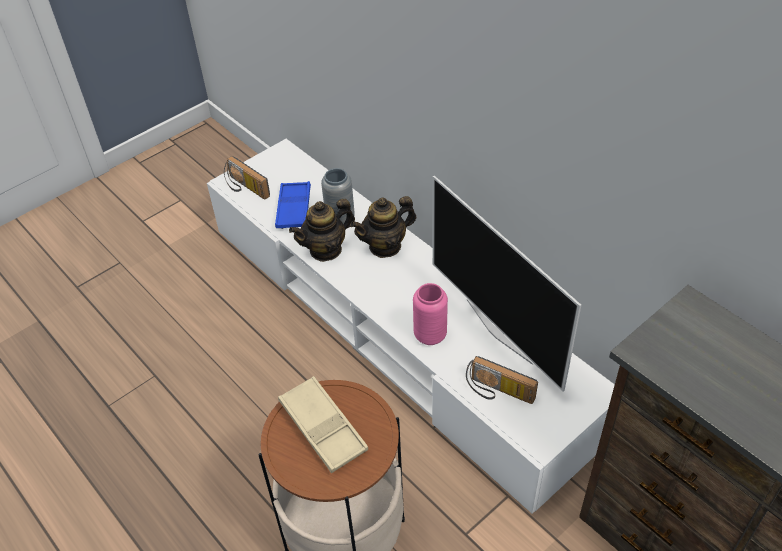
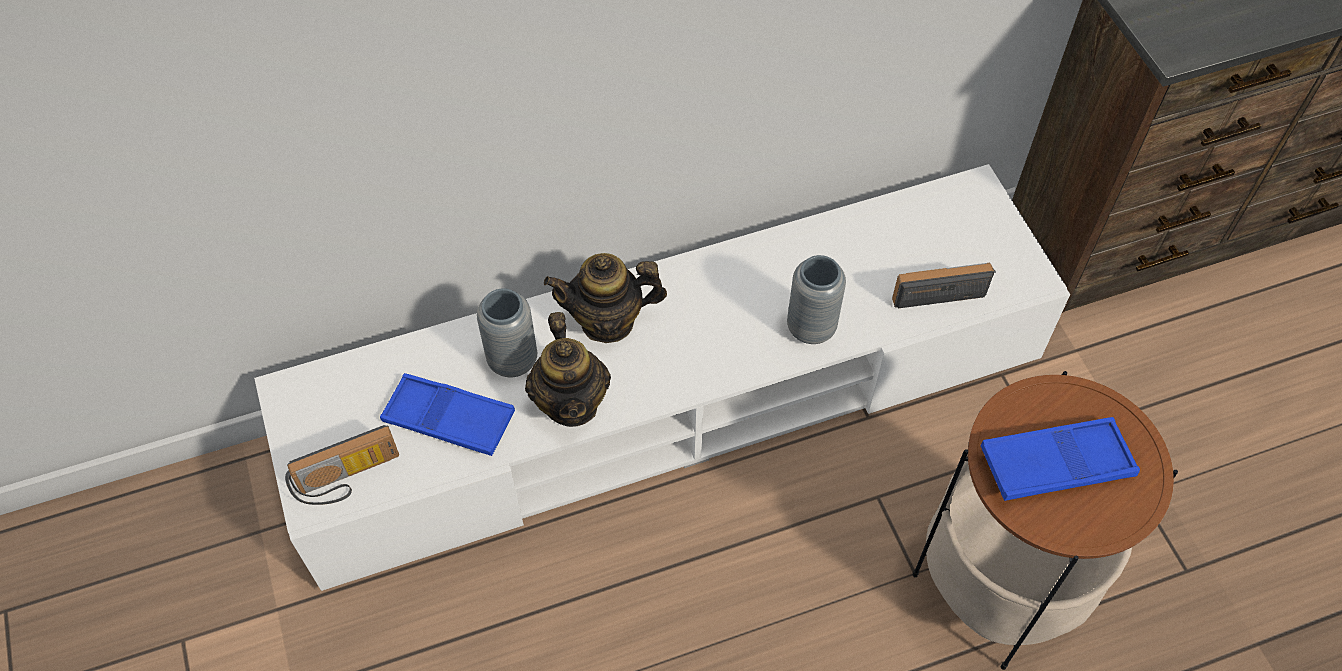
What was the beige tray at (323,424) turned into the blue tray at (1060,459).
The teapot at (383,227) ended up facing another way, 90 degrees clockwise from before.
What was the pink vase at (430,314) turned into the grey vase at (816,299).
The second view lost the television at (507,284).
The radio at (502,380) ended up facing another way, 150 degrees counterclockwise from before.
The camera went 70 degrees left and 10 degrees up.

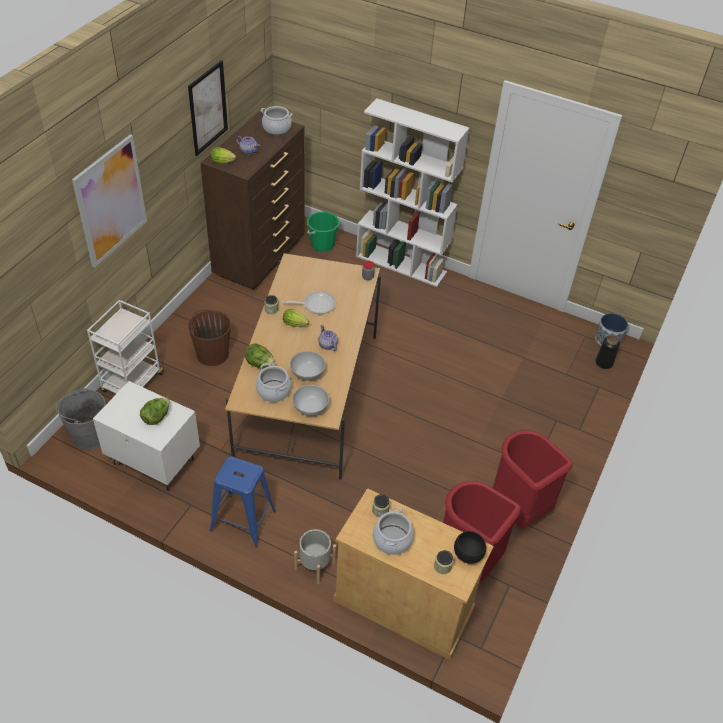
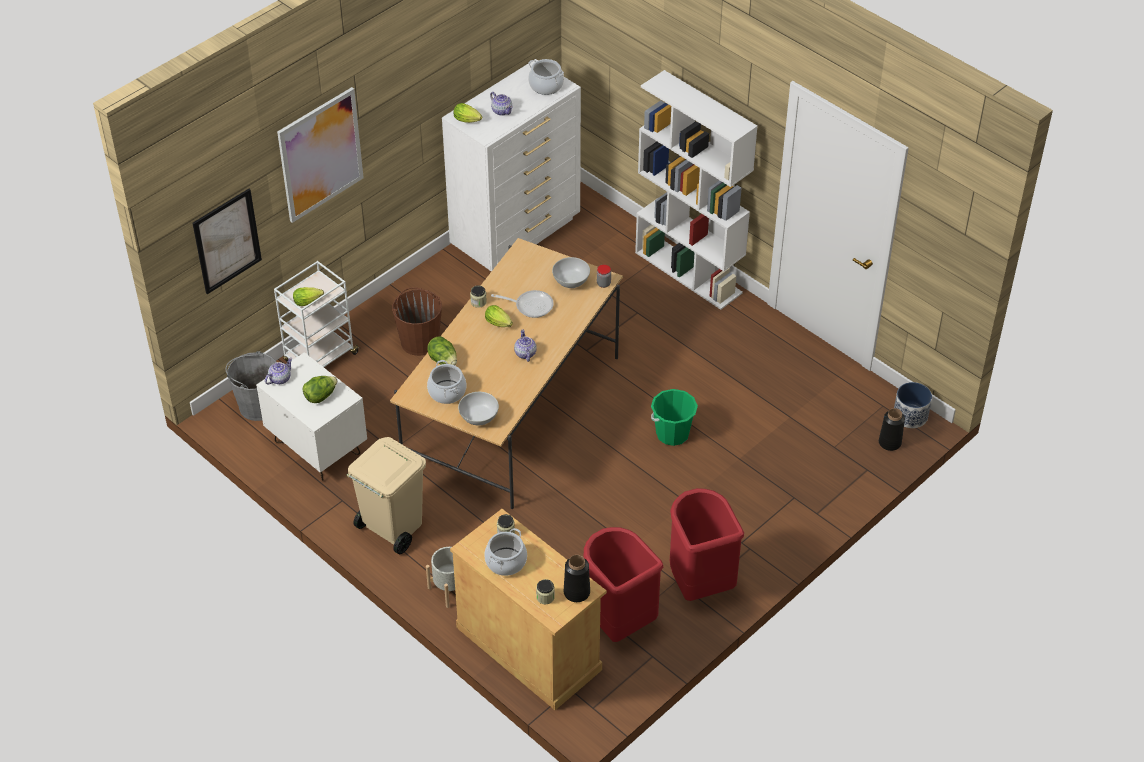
The picture ended up elsewhere, having gone from (208,108) to (227,241).
What was the brown dresser at (252,200) turned into the white dresser at (511,165).
Where the blue stool stood at (243,502), the beige trash can came to stand at (386,495).
The white bowl ended up elsewhere, having gone from (308,366) to (571,272).
The green bucket ended up elsewhere, having gone from (323,232) to (674,417).
Where the black bowl stood at (470,547), the black vase came to stand at (577,578).
The second view gained the teapot at (278,371).
The second view gained the lettuce at (308,296).
The camera went 20 degrees right and 0 degrees up.

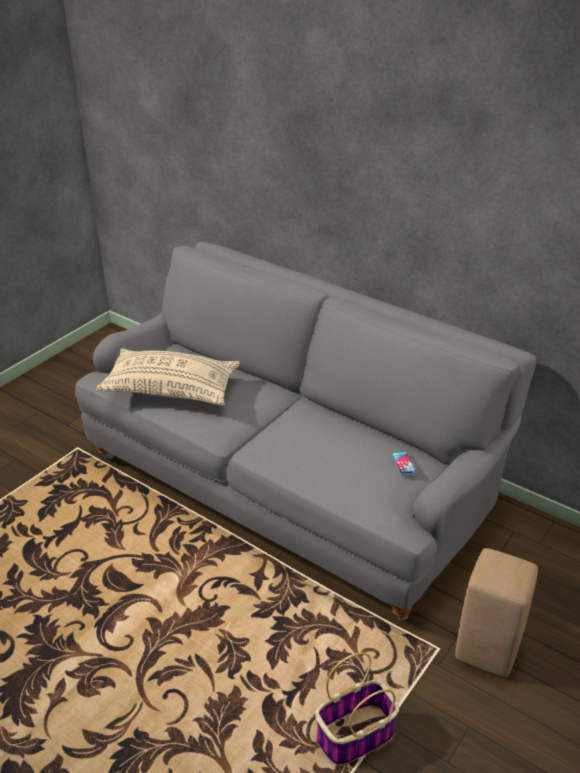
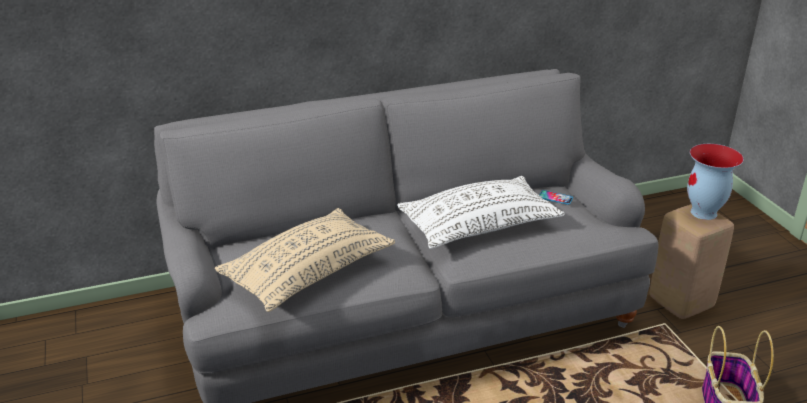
The second view gained the white pillow at (481,212).
The second view gained the vase at (715,182).
The camera went 55 degrees left and 5 degrees down.

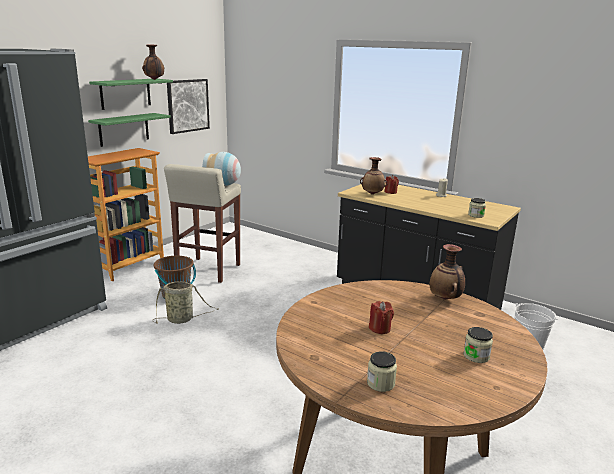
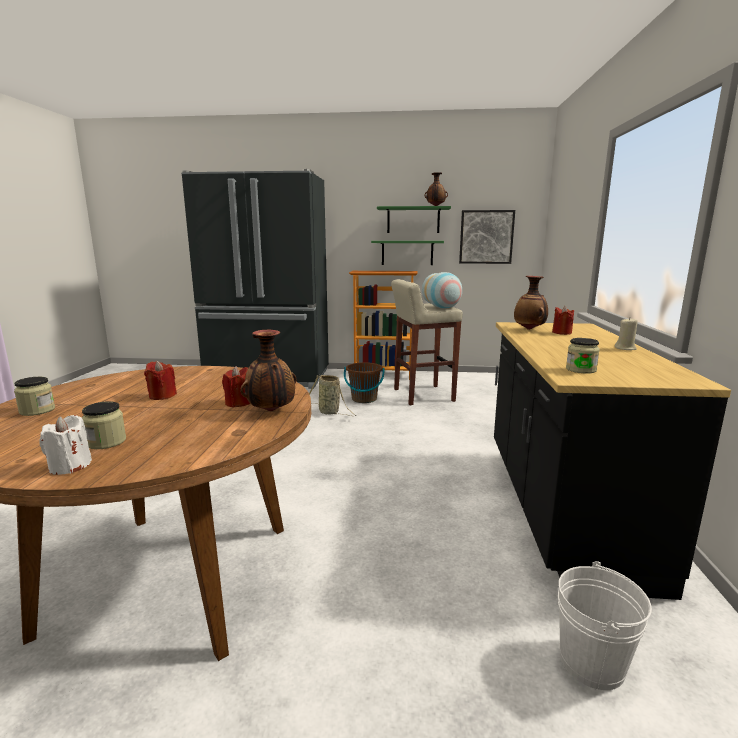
The second view gained the white candle at (65,445).
The second view gained the red candle at (236,387).
The camera went 60 degrees right and 5 degrees down.

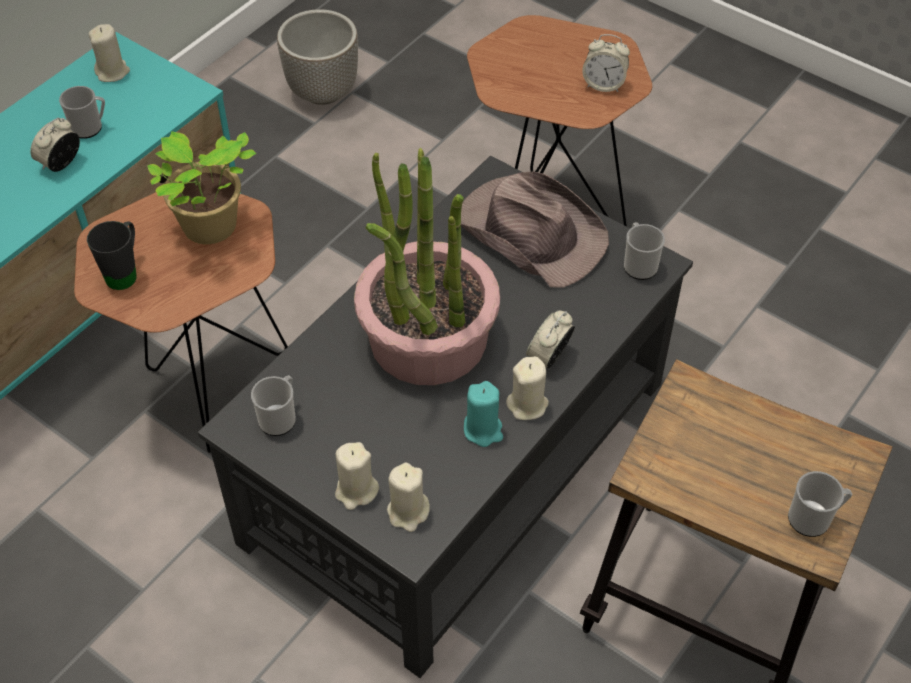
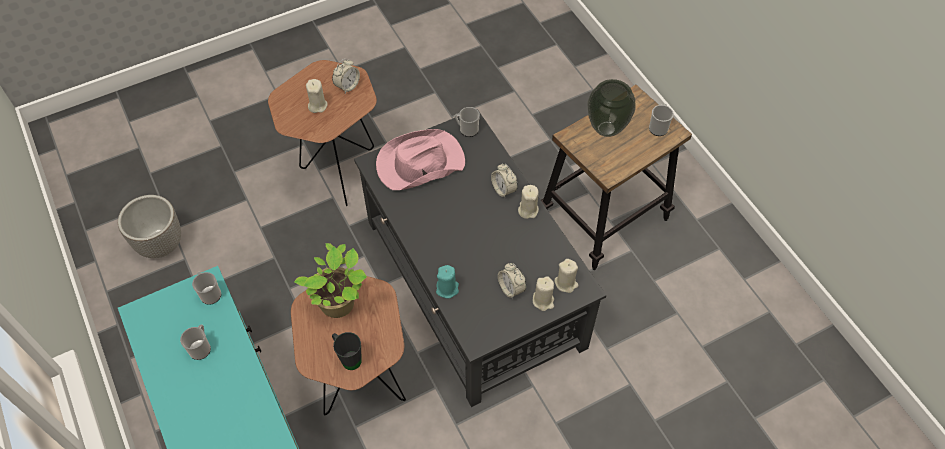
The alarm clock ended up elsewhere, having gone from (55,145) to (512,281).
The beige candle ended up elsewhere, having gone from (109,53) to (317,96).
The mug ended up elsewhere, having gone from (273,406) to (206,288).
The second view lost the potted plant at (427,266).
What was the brown hat at (535,229) turned into the pink hat at (420,159).
The turquoise candle ended up elsewhere, having gone from (483,414) to (447,281).
The second view gained the vase at (612,108).
The camera went 65 degrees left and 5 degrees up.

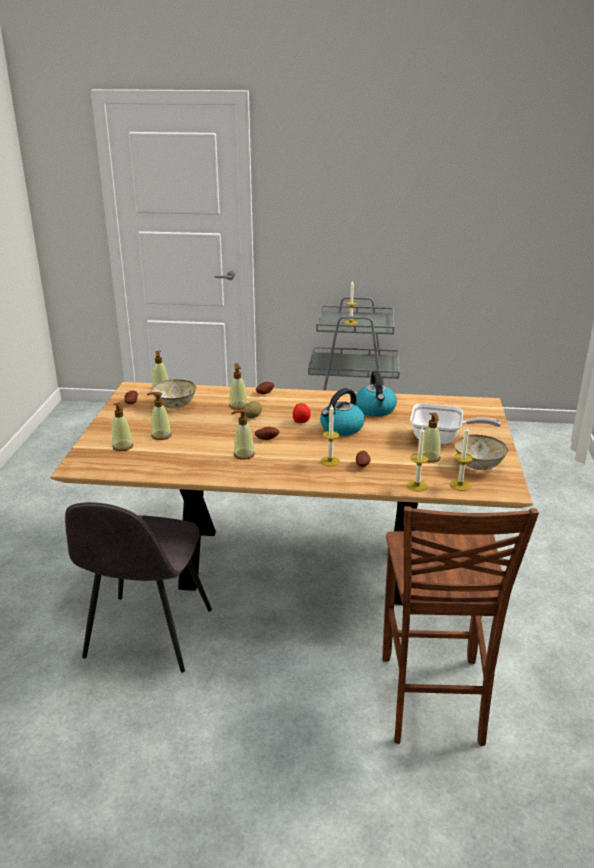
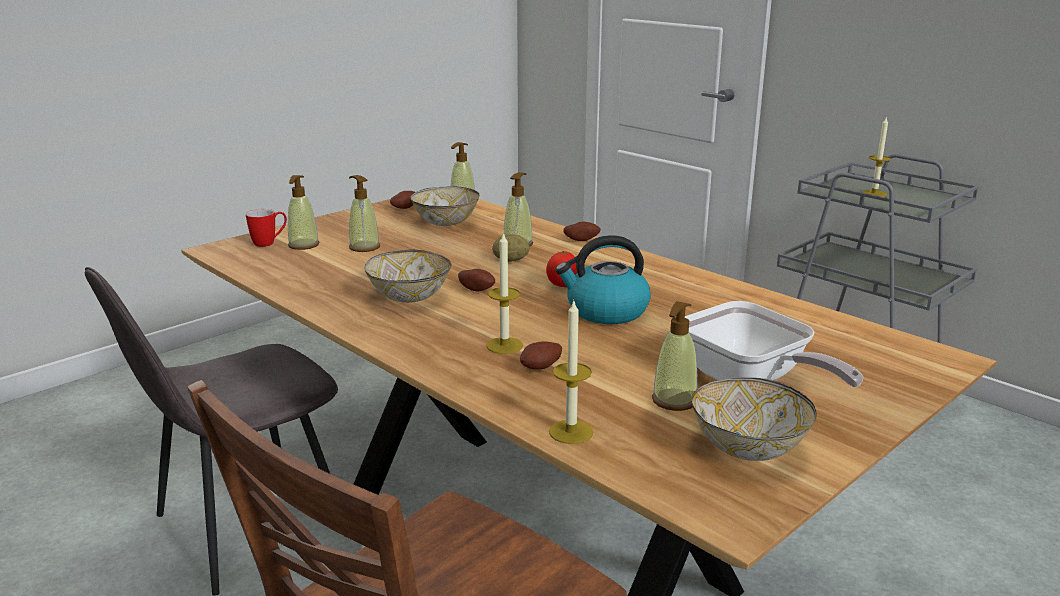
Where the soap dispenser stood at (243,434), the bowl came to stand at (407,276).
The second view lost the kettle at (376,394).
The second view lost the candle at (461,458).
The second view gained the mug at (266,228).
The camera went 40 degrees right and 5 degrees down.

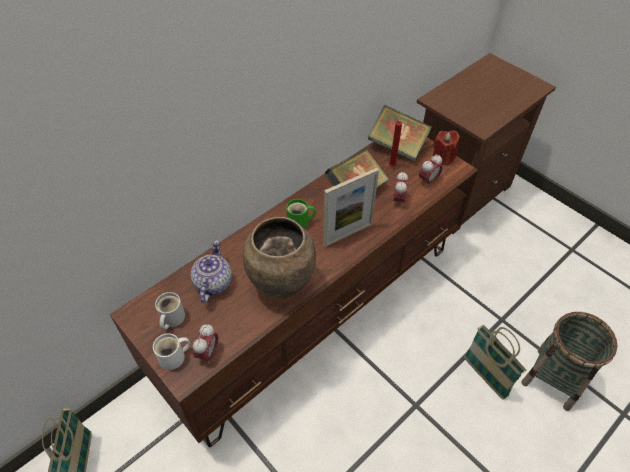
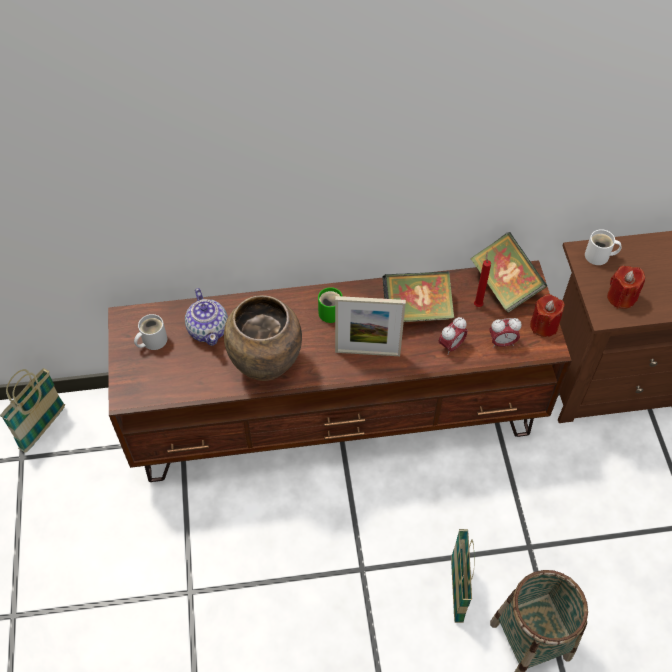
The white mug ended up elsewhere, having gone from (171,351) to (603,247).
The teapot at (211,272) ended up facing another way, 120 degrees clockwise from before.
The second view lost the alarm clock at (205,344).
The second view gained the red candle at (626,287).
The camera went 35 degrees right and 5 degrees up.

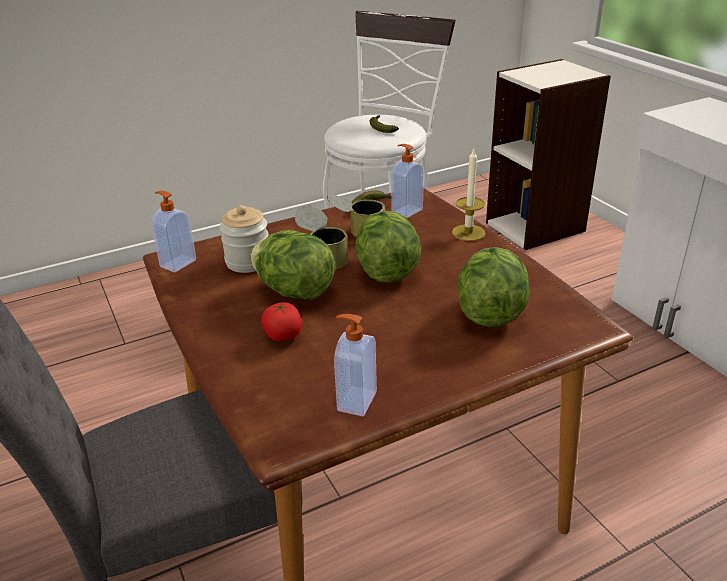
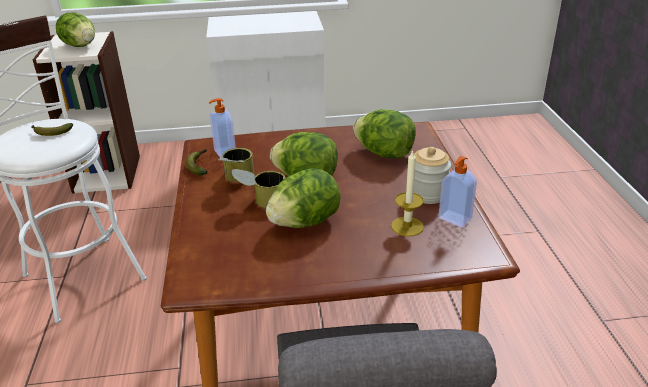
The second view lost the soap dispenser at (173,231).
The jar ended up elsewhere, having gone from (244,239) to (432,175).
The second view lost the tomato at (281,321).
The candle ended up elsewhere, having gone from (469,194) to (407,193).
The second view gained the lettuce at (75,30).
The camera went 70 degrees left and 0 degrees up.

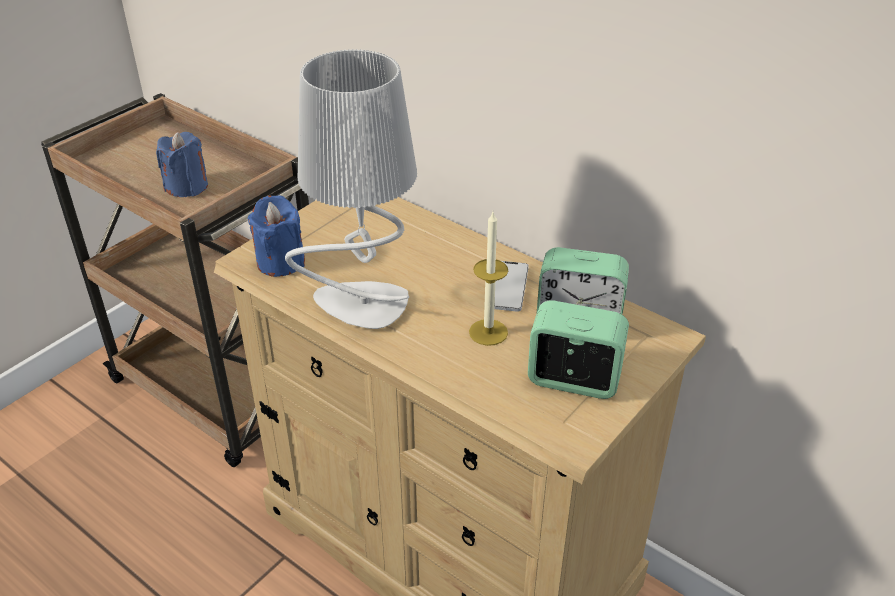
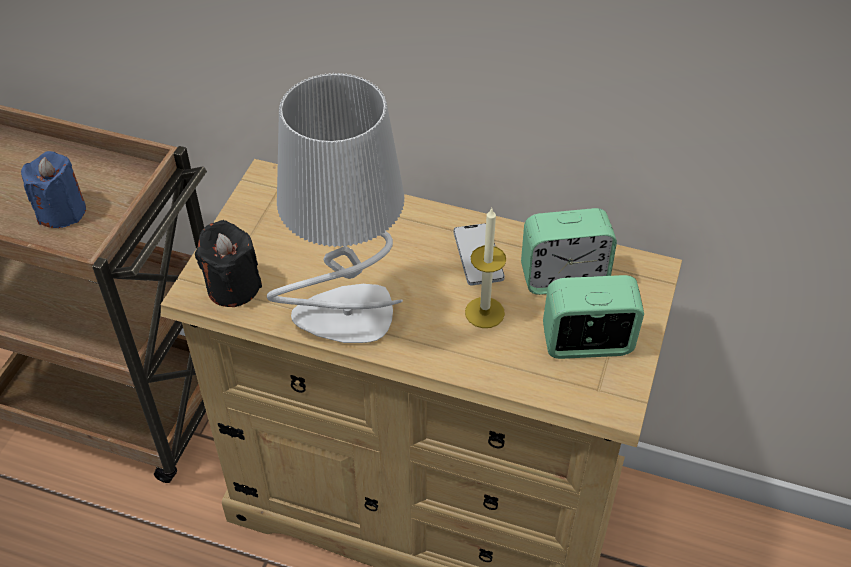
What was the blue candle at (276,236) turned into the black candle at (228,263).
The camera went 20 degrees left and 10 degrees up.

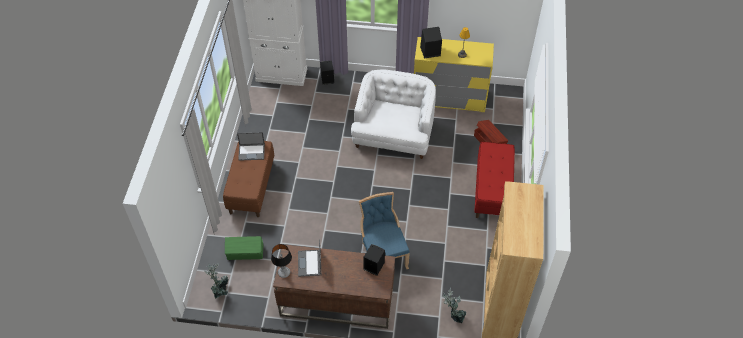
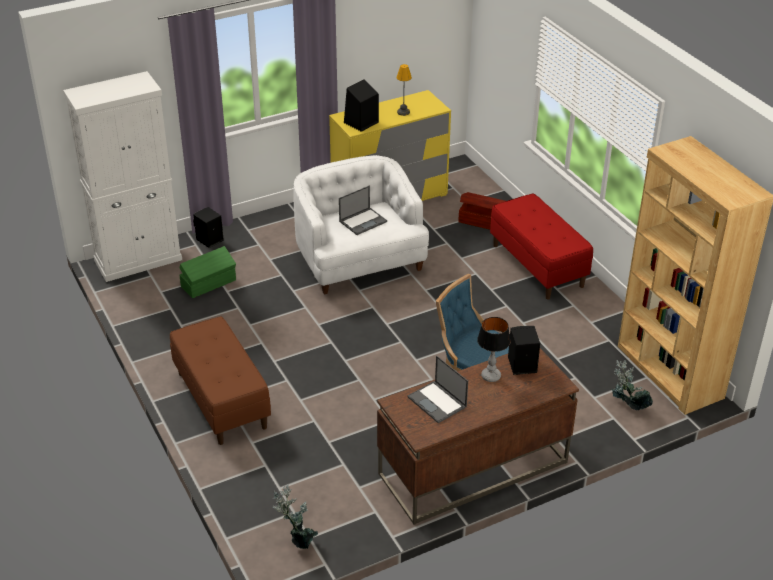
The green storage box ended up elsewhere, having gone from (244,248) to (207,272).
The laptop ended up elsewhere, having gone from (251,146) to (363,210).
The table lamp ended up elsewhere, having gone from (281,261) to (493,349).
The camera went 35 degrees left and 15 degrees down.

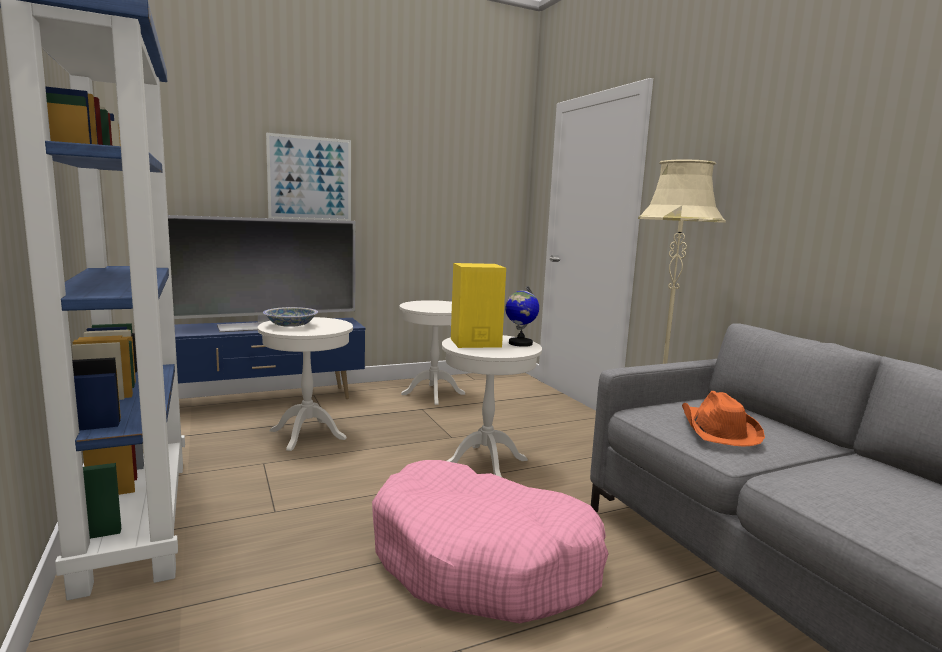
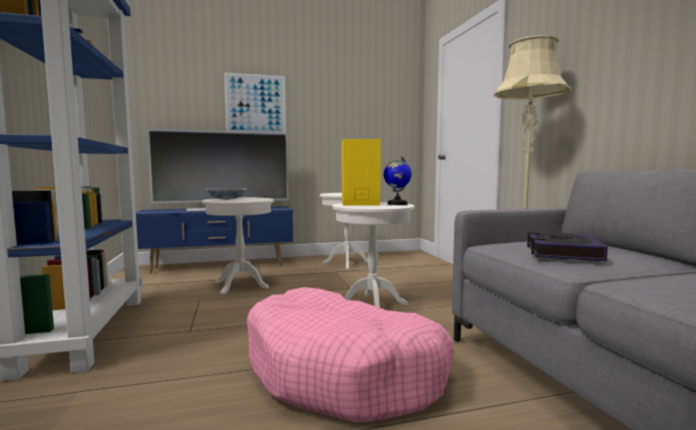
Where the orange hat stood at (723,419), the book came to stand at (567,246).
The camera went 10 degrees right and 5 degrees down.

